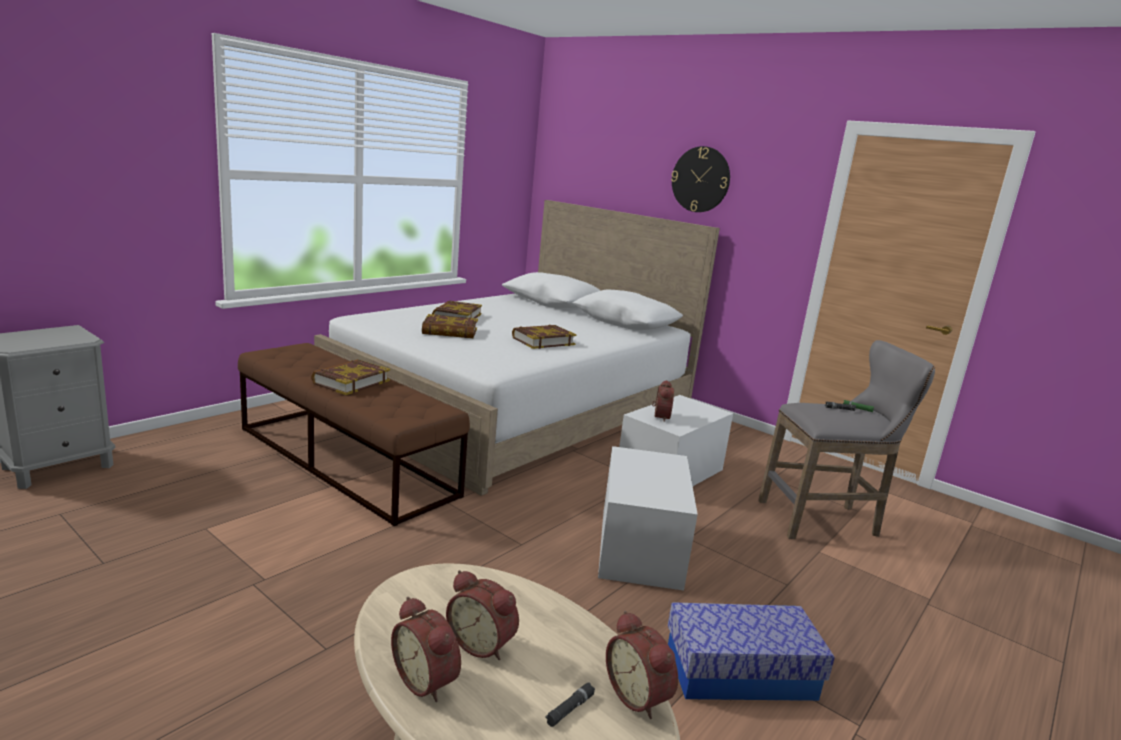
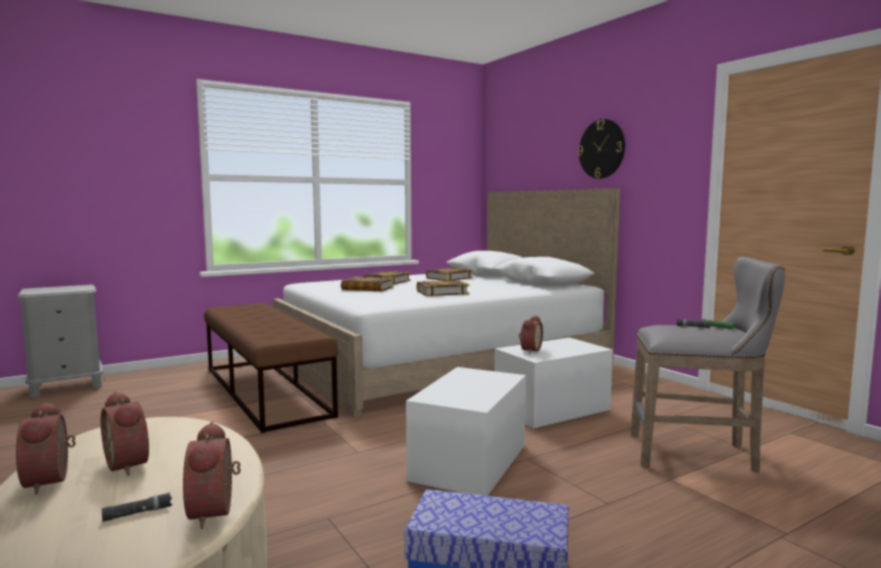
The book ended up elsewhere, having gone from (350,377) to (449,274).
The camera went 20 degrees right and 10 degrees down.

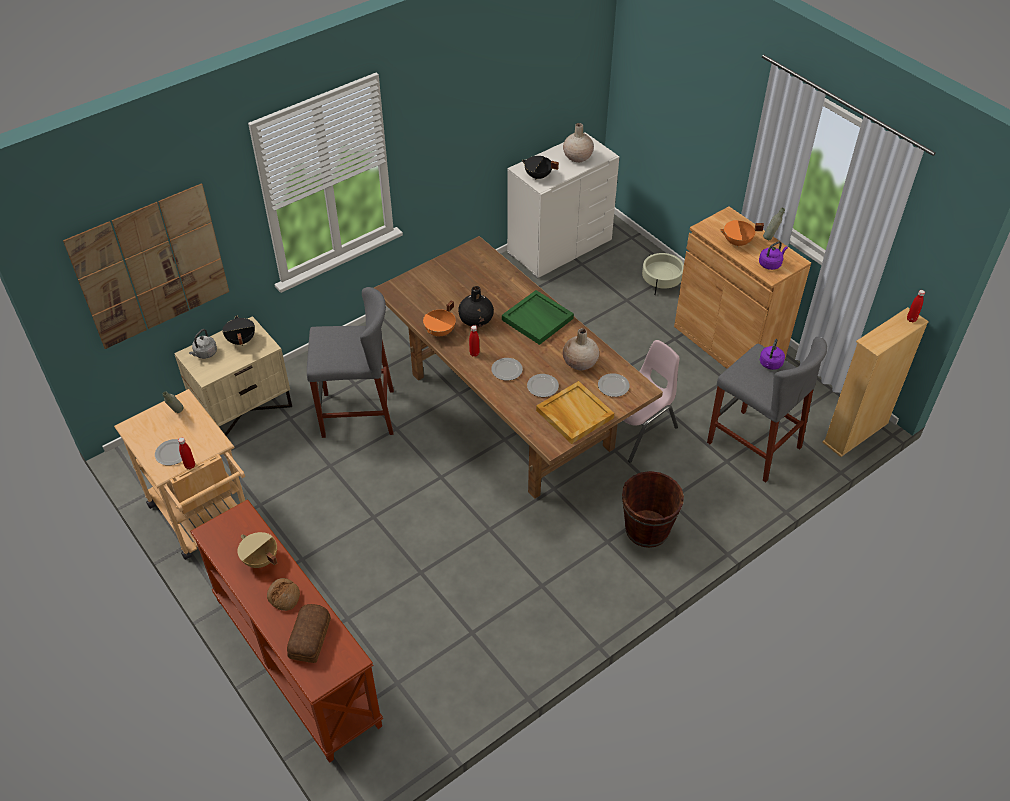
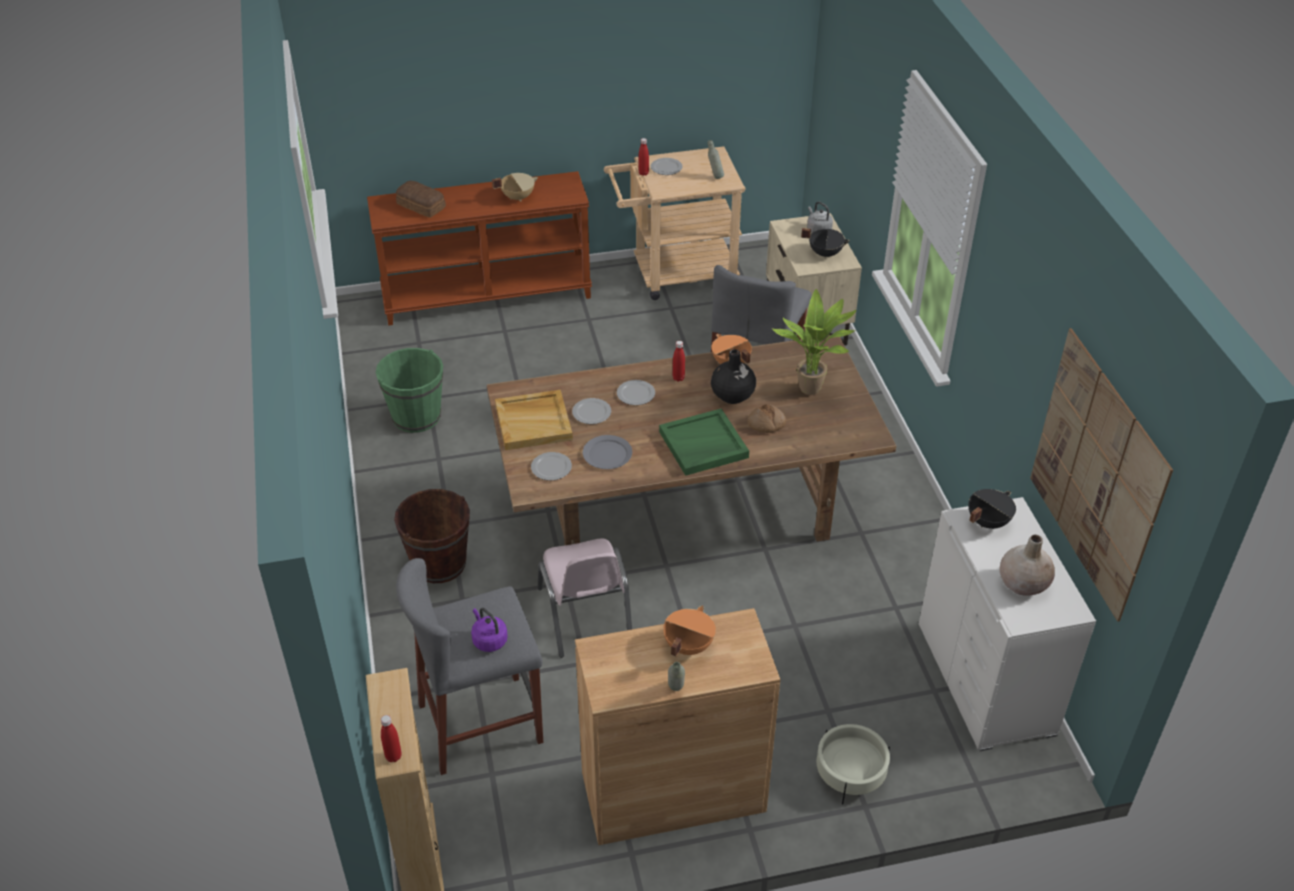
The picture ended up elsewhere, having gone from (146,266) to (1101,475).
The bread ended up elsewhere, having gone from (283,594) to (766,418).
Where the beige vase stood at (581,349), the grey plate came to stand at (607,452).
The second view lost the purple kettle at (773,255).
The second view gained the green bucket at (409,390).
The second view gained the potted plant at (814,342).
The camera went 115 degrees right and 5 degrees down.

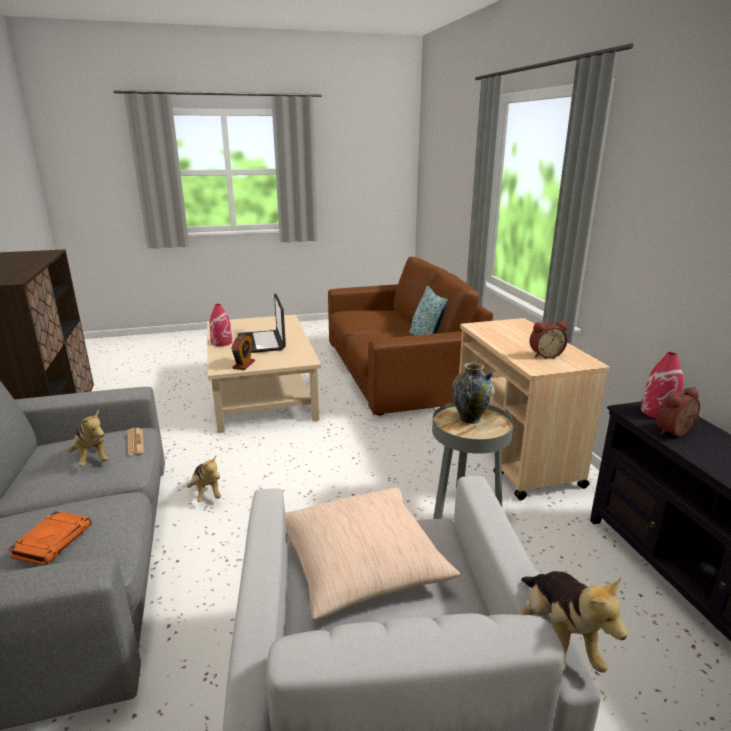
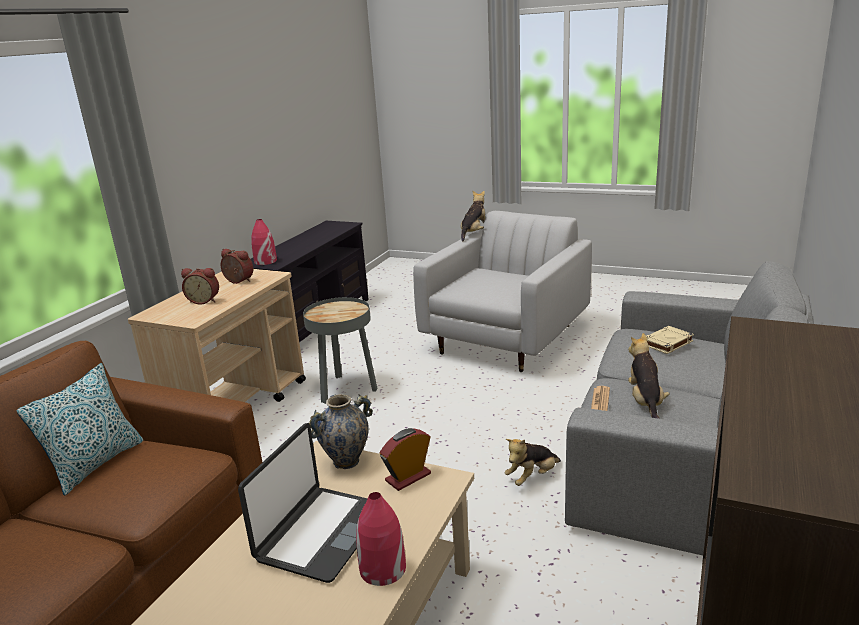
What was the orange book at (49,538) turned into the beige book at (670,340).
The plush toy at (204,479) ended up facing another way, 135 degrees counterclockwise from before.
The second view lost the beige pillow at (372,553).
The vase ended up elsewhere, having gone from (473,392) to (341,431).
The alarm clock ended up elsewhere, having gone from (678,412) to (200,286).
The camera went 140 degrees left and 0 degrees up.

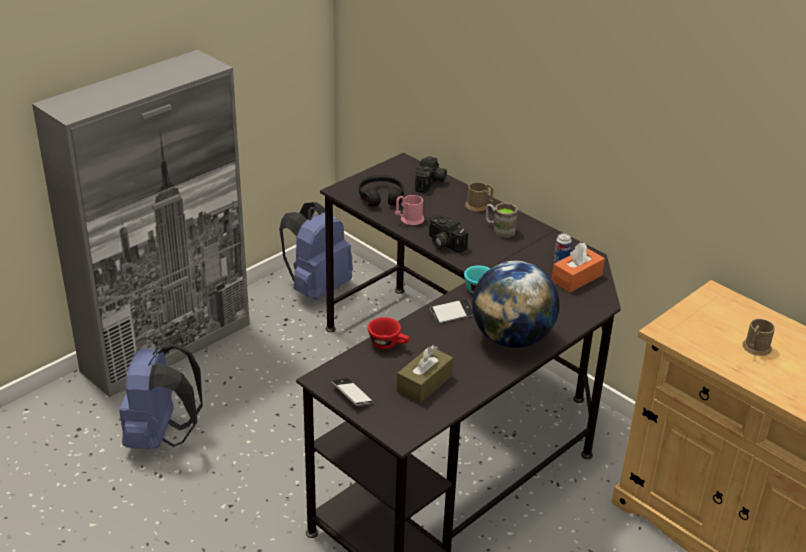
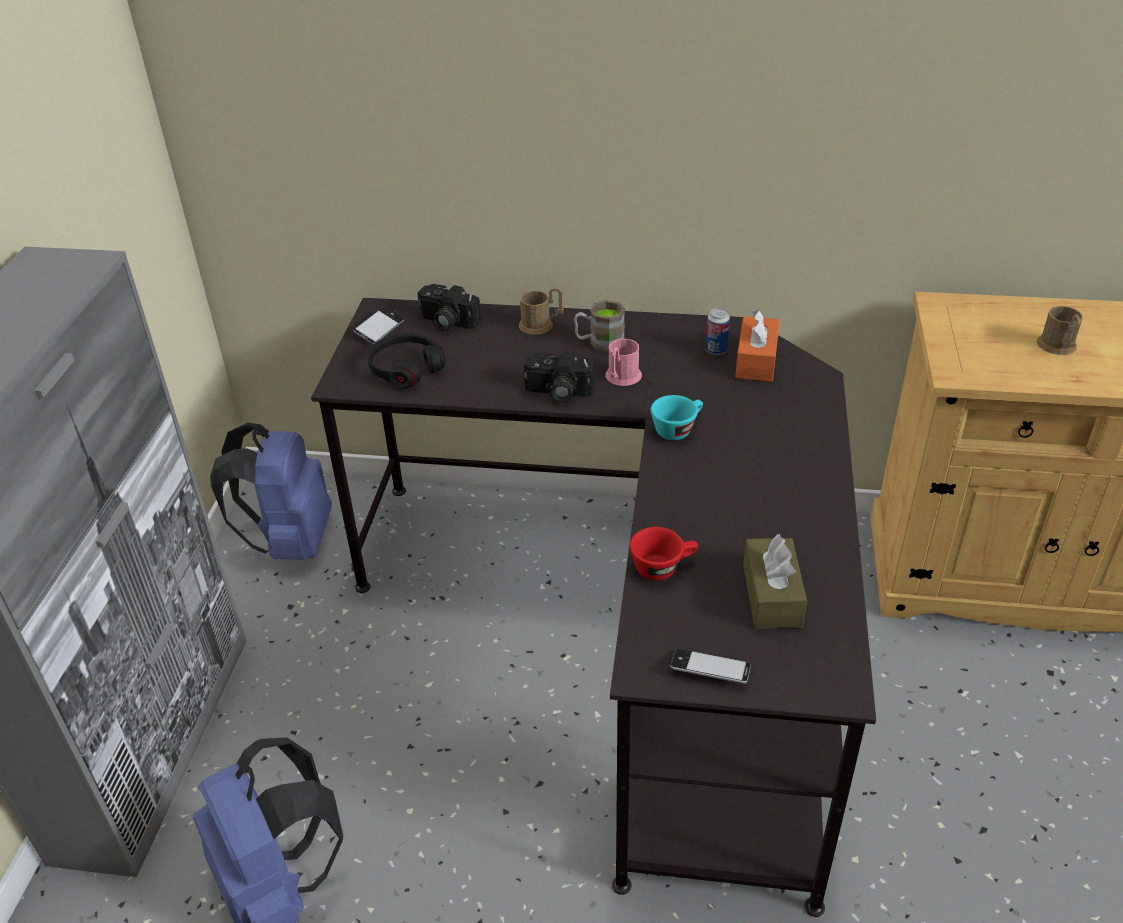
The pink mug ended up elsewhere, having gone from (410,210) to (624,362).
The photo camera at (431,174) ended up facing another way, 135 degrees clockwise from before.
The phone ended up elsewhere, having gone from (451,311) to (379,325).
The second view lost the globe at (516,304).
The camera went 35 degrees left and 5 degrees up.

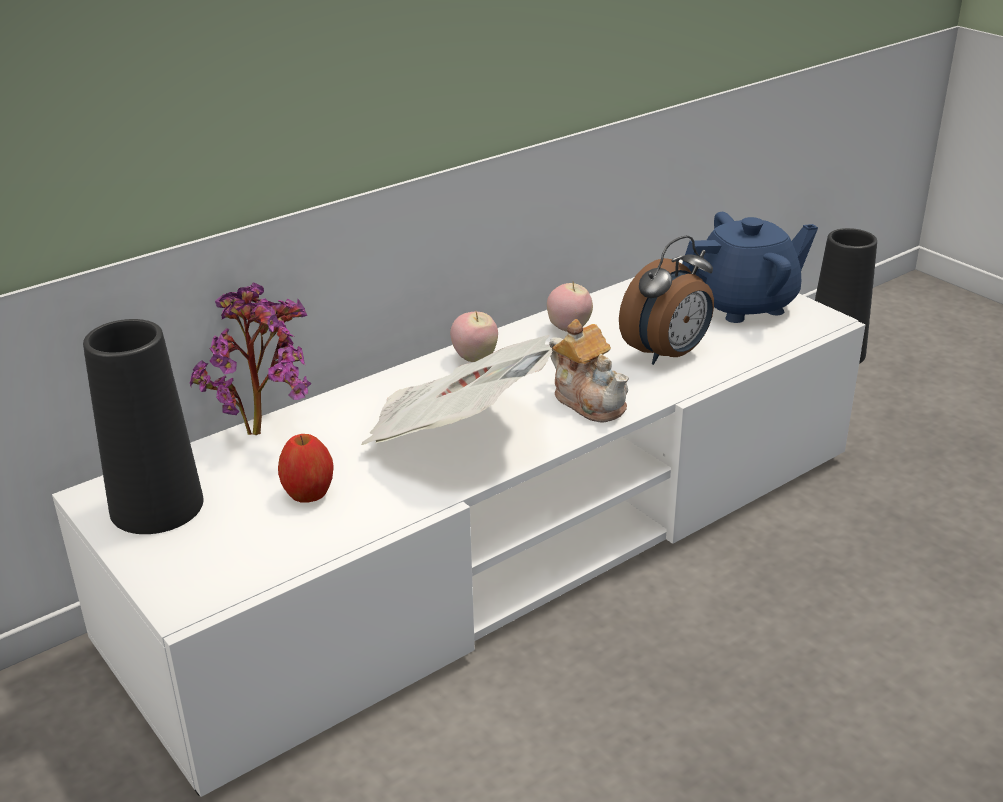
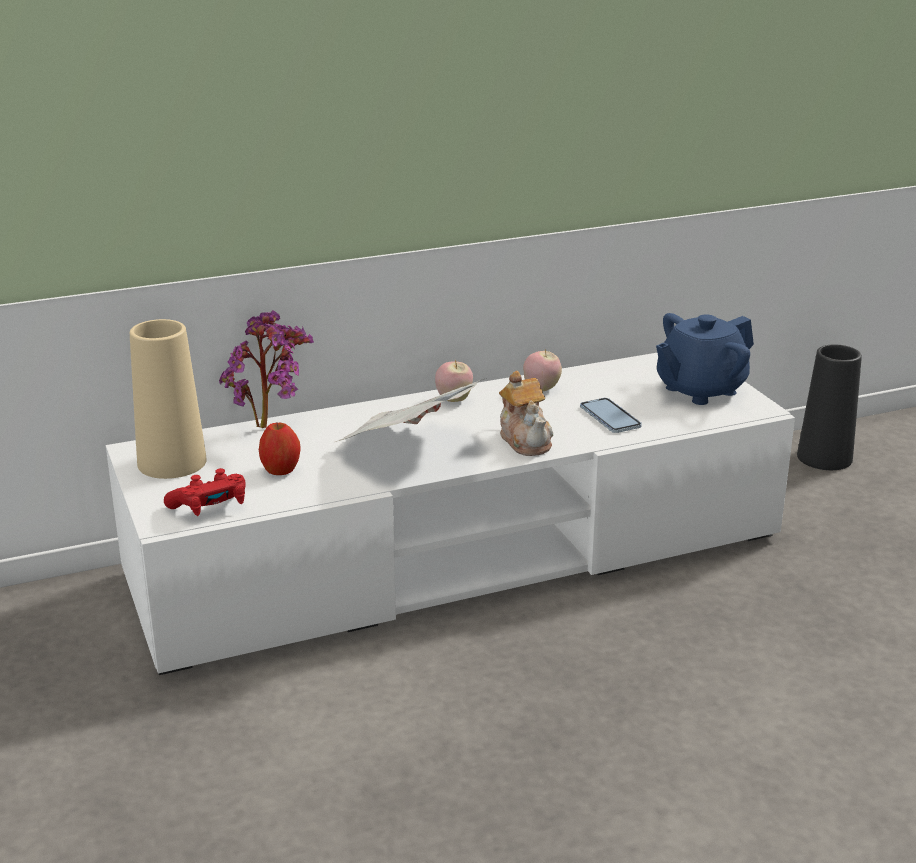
What was the black vase at (143,426) turned into the beige vase at (168,399).
Where the alarm clock stood at (666,300), the phone came to stand at (611,415).
The blue teapot at (750,267) ended up facing another way, 150 degrees clockwise from before.
The second view gained the red game controller at (205,492).
The camera went 15 degrees right and 5 degrees down.

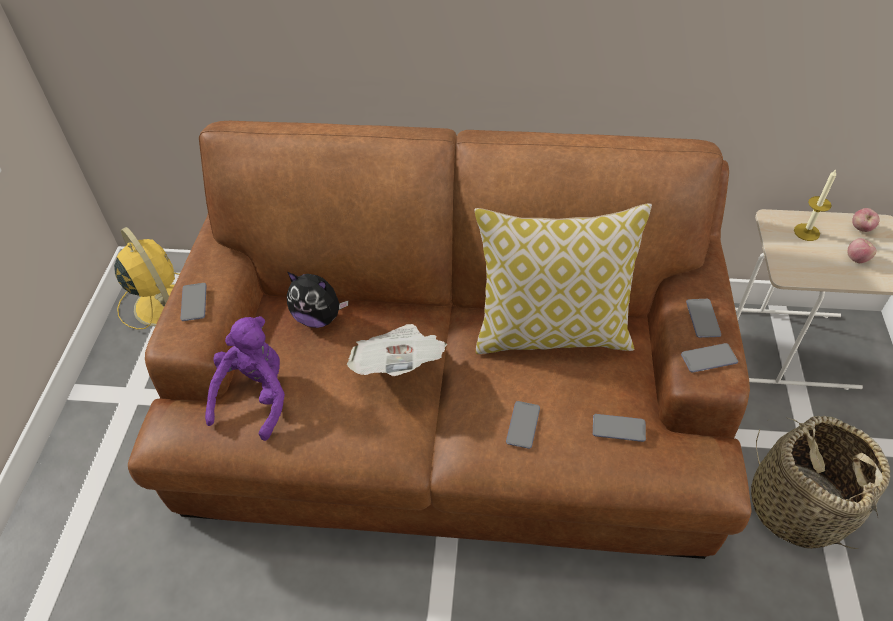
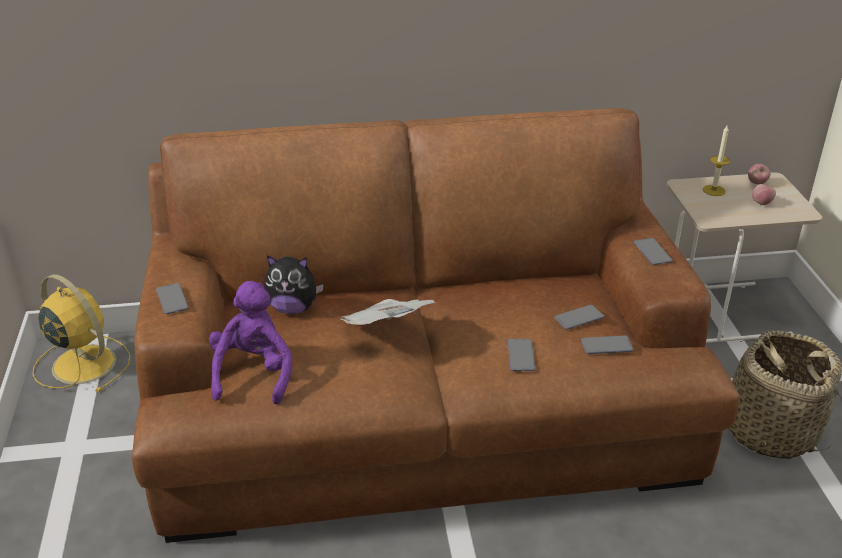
The second view lost the pillow at (563,278).
The phone ended up elsewhere, having gone from (709,358) to (579,317).
The camera went 15 degrees left and 15 degrees down.

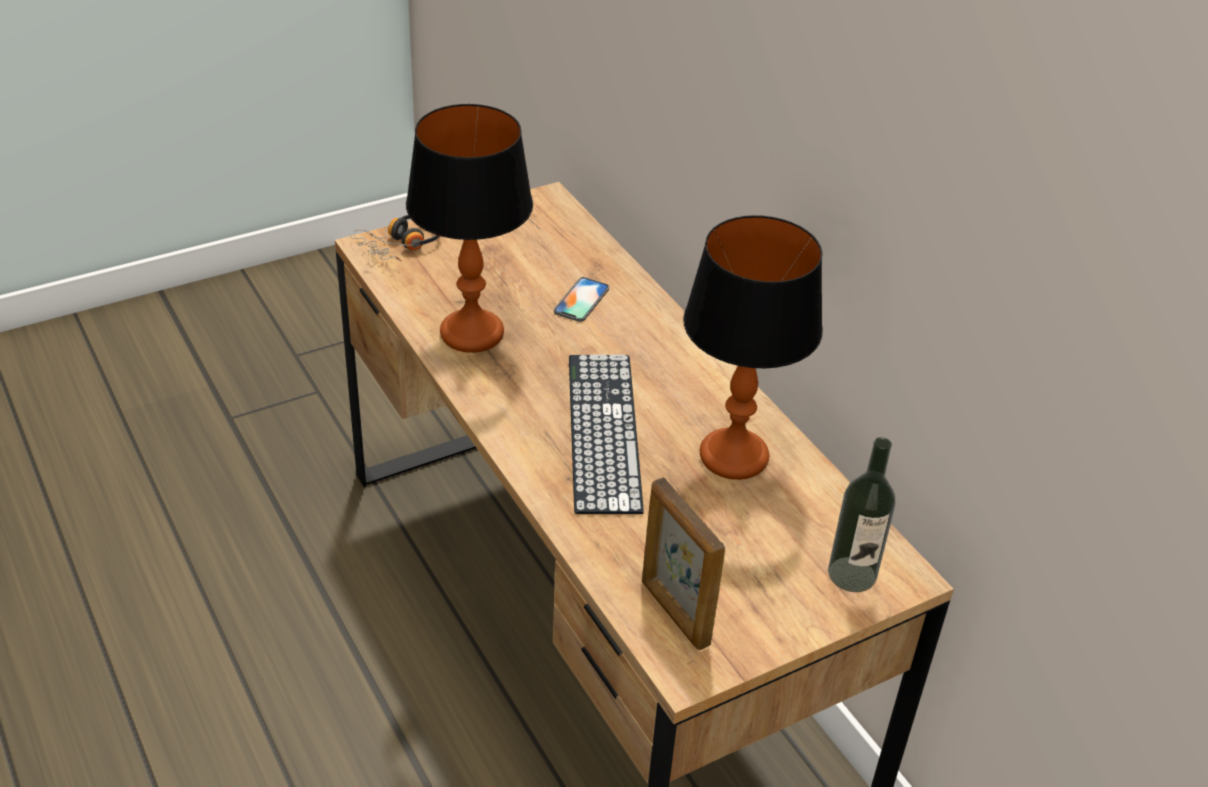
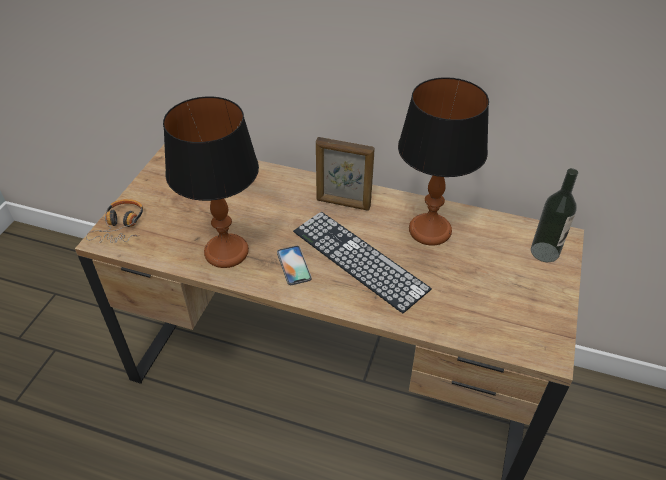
The phone ended up elsewhere, having gone from (581,299) to (294,265).
The picture frame ended up elsewhere, having gone from (683,563) to (345,174).
The camera went 40 degrees left and 5 degrees up.

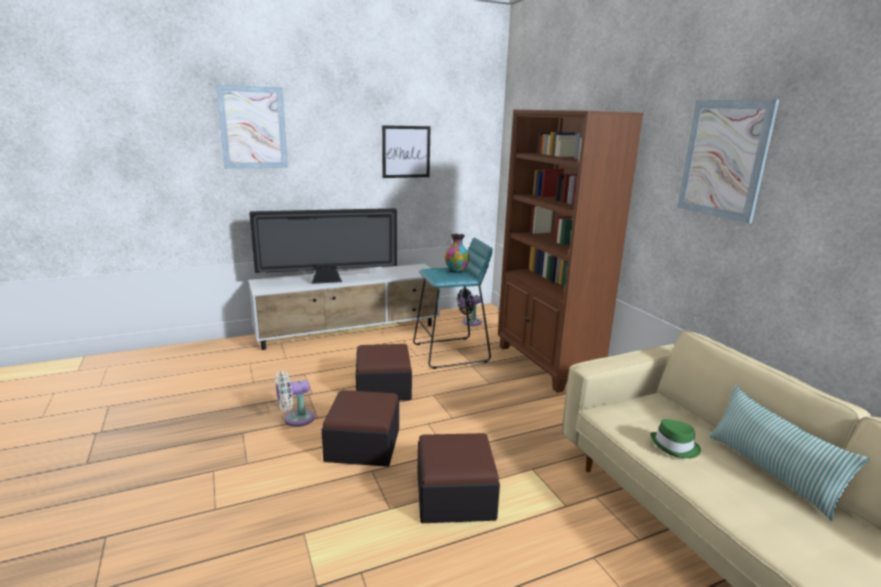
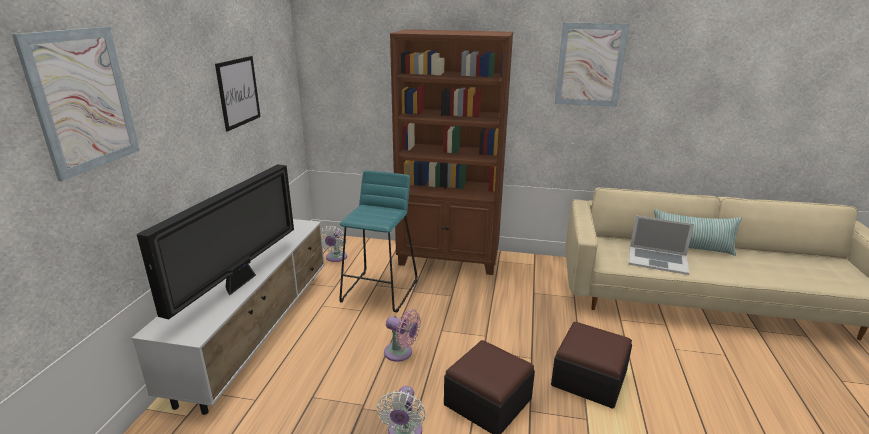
Where the ottoman stood at (384,372), the pink fan came to stand at (402,335).
The second view lost the vase at (457,253).
What was the black fan at (469,307) turned into the white fan at (334,244).
Where the green hat stood at (676,438), the laptop came to stand at (661,245).
The camera went 55 degrees left and 5 degrees up.

